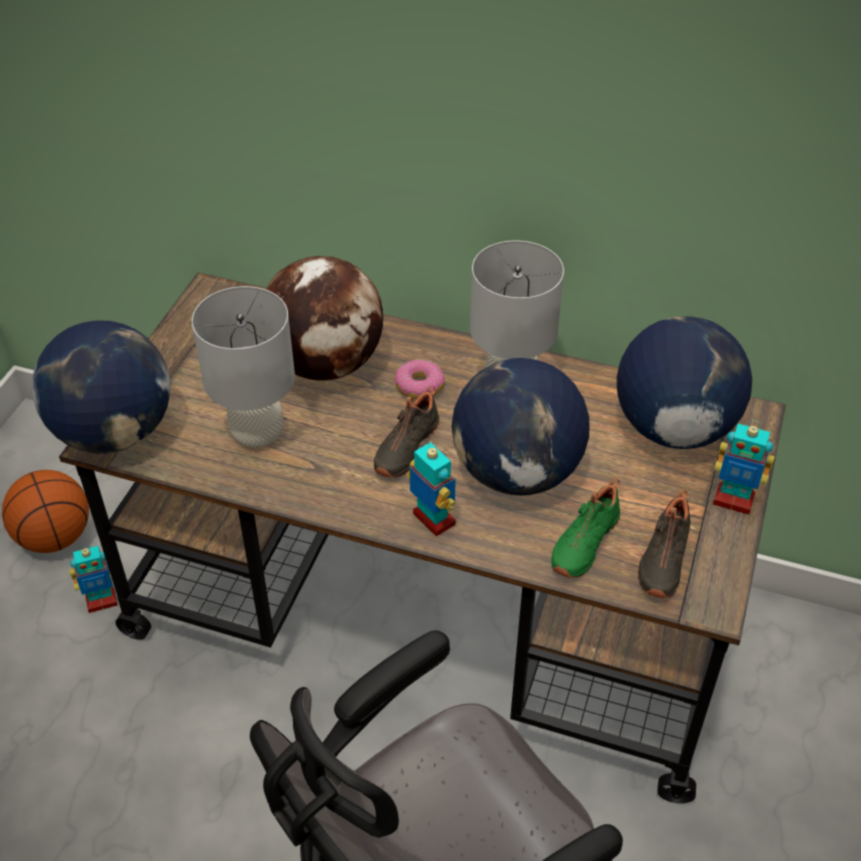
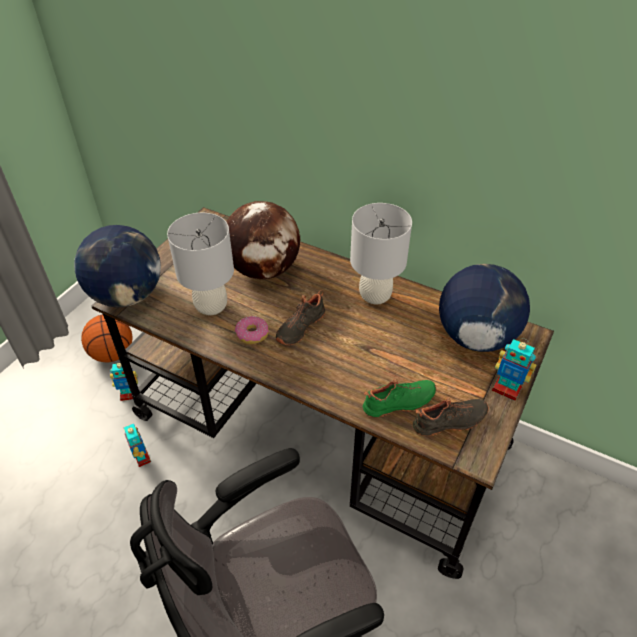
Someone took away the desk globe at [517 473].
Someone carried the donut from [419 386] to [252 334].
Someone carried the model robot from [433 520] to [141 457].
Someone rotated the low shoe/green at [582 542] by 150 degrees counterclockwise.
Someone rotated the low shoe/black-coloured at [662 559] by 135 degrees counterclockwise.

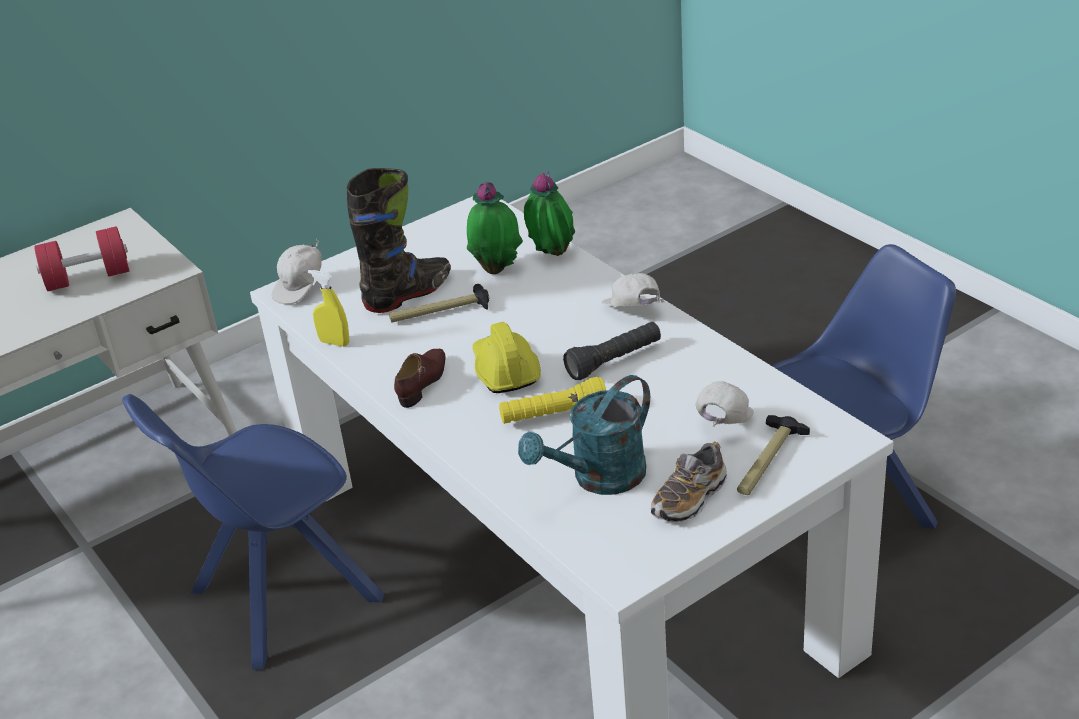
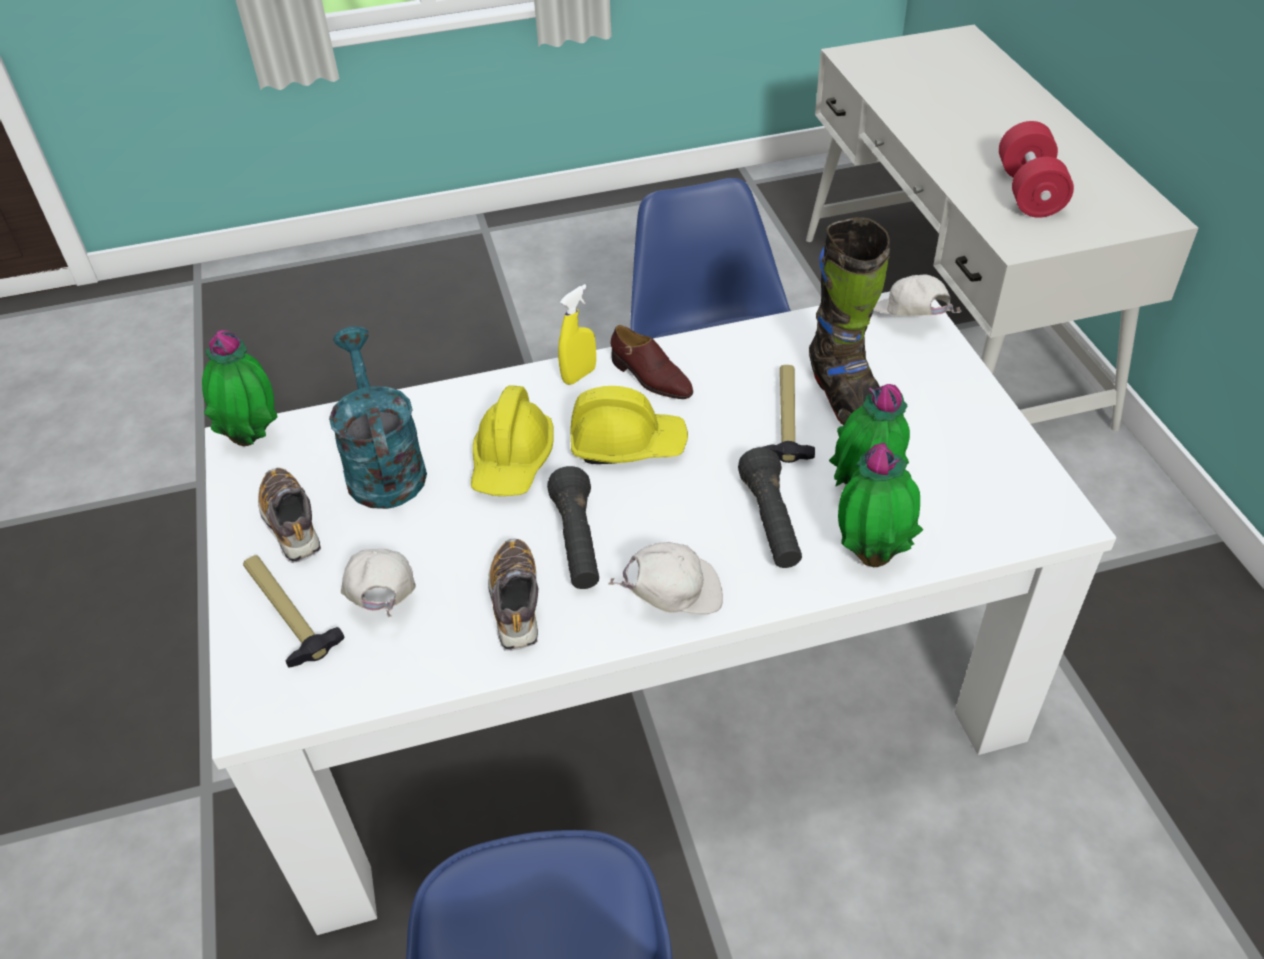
Someone put down the potted plant at [255 439].
Someone put down the low shoe at [516 604].
Someone put down the flashlight/black-coloured at [771 522].
Someone carried the hand sprayer/yellow from [334 342] to [579 375].
Someone swapped the flashlight/yellow at [554 416] for the safety helmet/yellow at [512 461].
Someone rotated the baseball cap/white-coloured at [722 424] by 150 degrees counterclockwise.

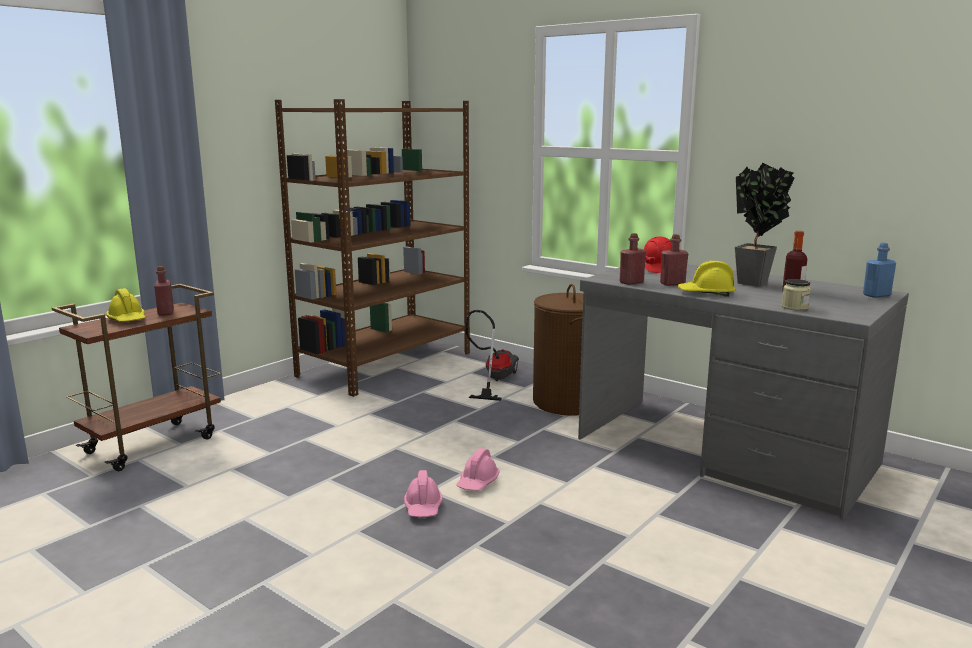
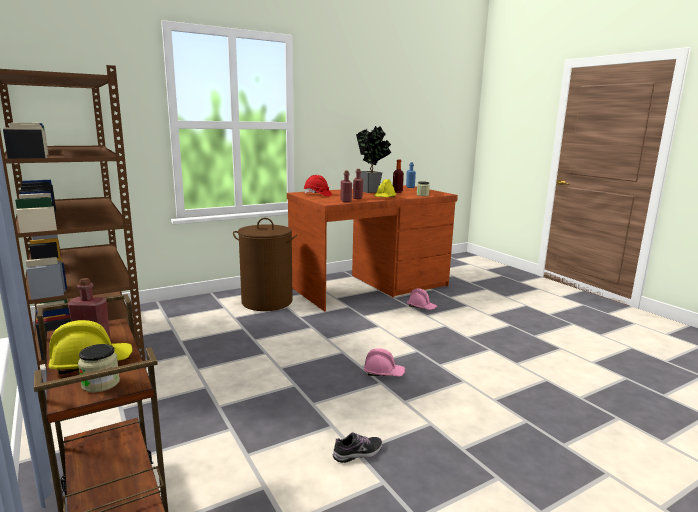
Someone took away the vacuum cleaner at [493 380].
Someone put down the preserve jar at [101 383].
Someone put down the low shoe at [358 453].
Someone carried the safety helmet/pinkish from [478 482] to [421 307].
Someone repainted the desk unit/greyish at [724 451], which became the desk unit/brownish at [370 286].

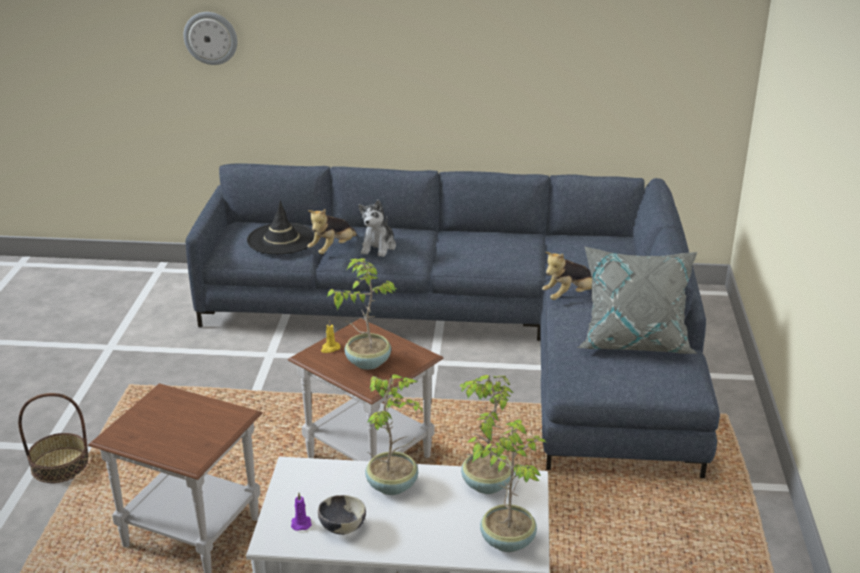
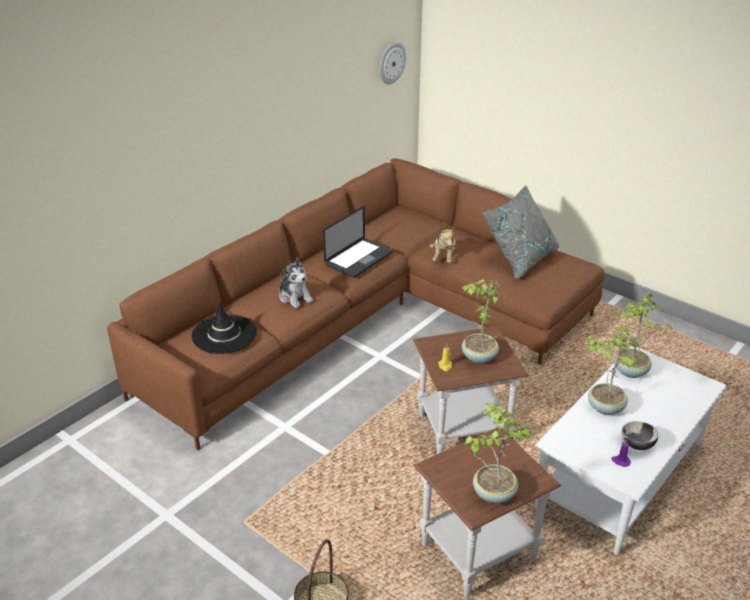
Someone took away the plush toy at [333 249].
Someone put down the portable computer at [359 259].
Someone carried the hanging clock from [211 38] to [391 63].
Someone carried the potted plant from [507 540] to [493 493].
Someone repainted the sofa/blue-coloured at [485 334], which became the sofa/brownish at [370 321].

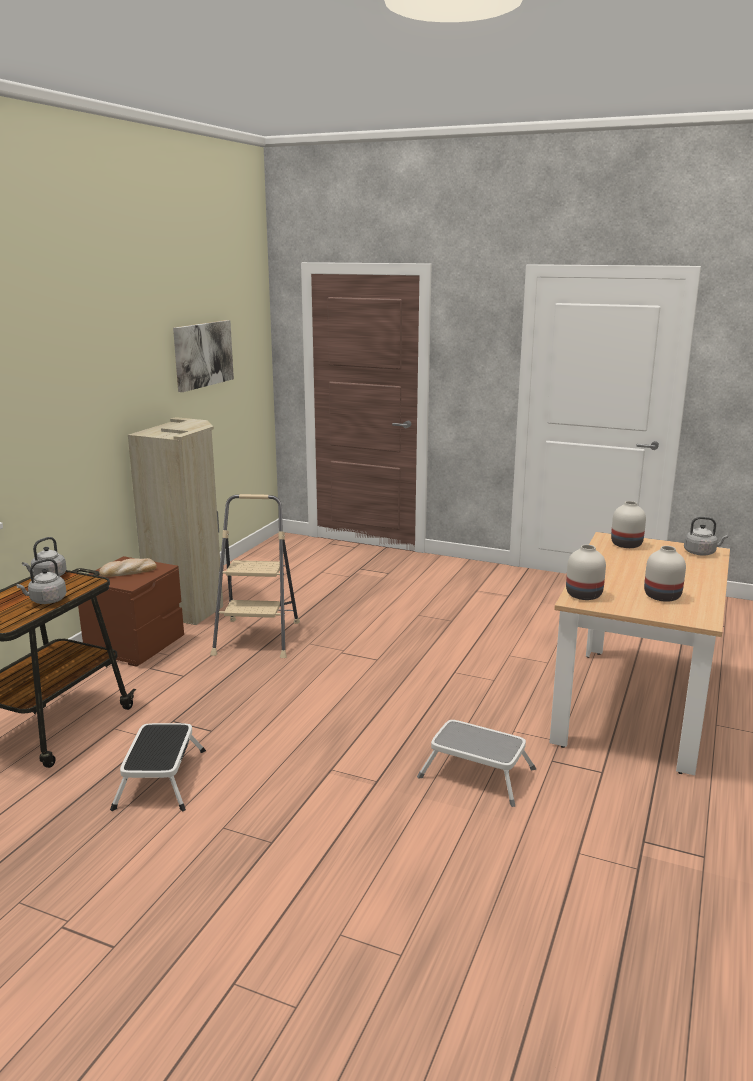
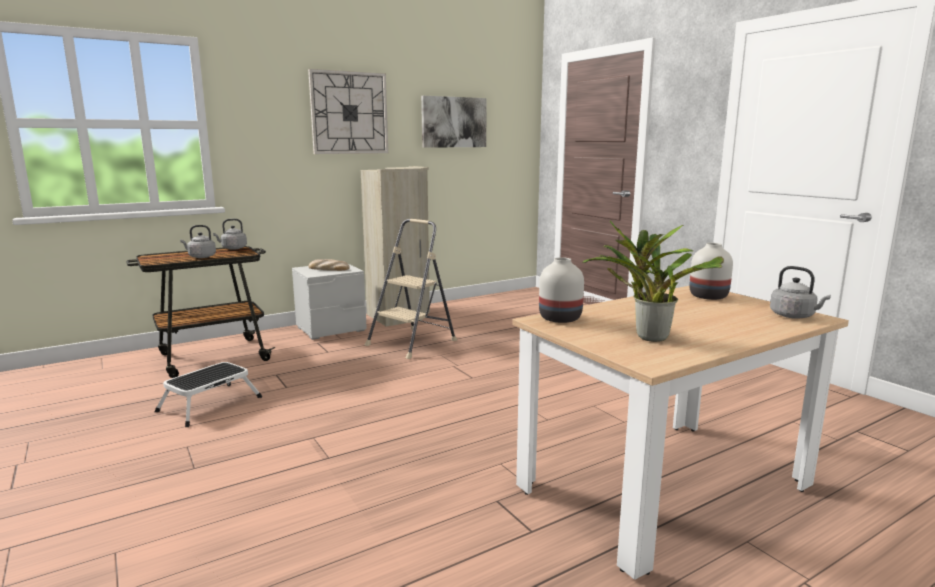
Someone took away the stepladder/greyish at [477 773].
Someone put up the hanging clock at [349 113].
Someone swapped the vase/white-coloured at [662 597] for the potted plant at [647 336].
Someone repainted the nightstand/brownish at [134 646], which became the nightstand/white-coloured at [330 328].

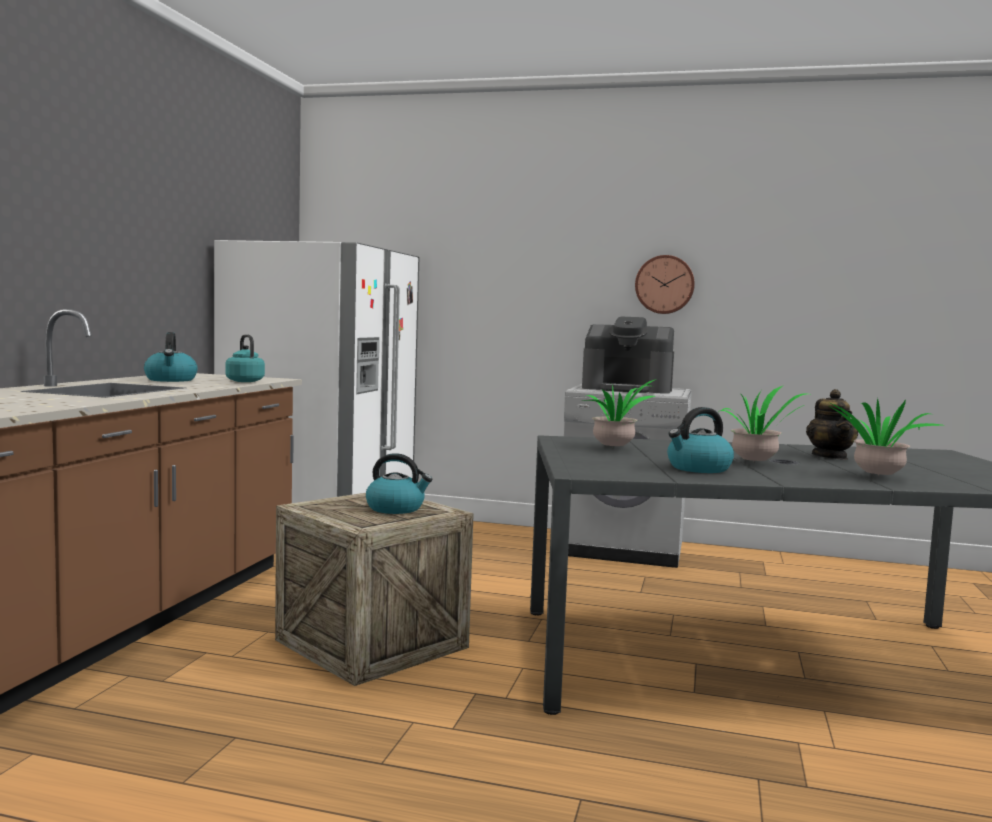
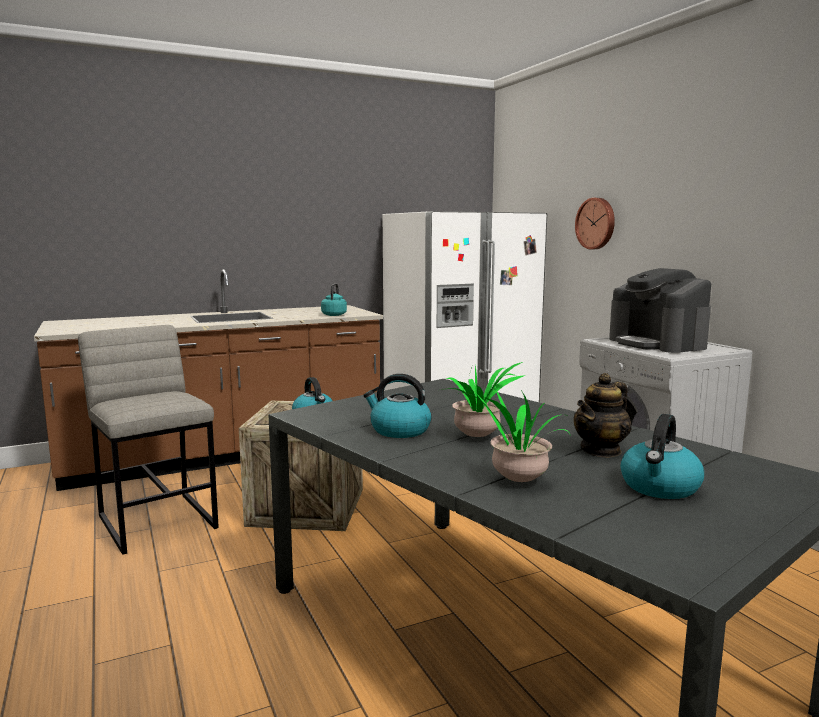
Someone took away the potted plant at [616 449].
Someone put down the chair/greyish at [156 520].
Someone carried the kettle from [171 380] to [660 487].
Someone carried the hanging clock from [664 284] to [596 223].

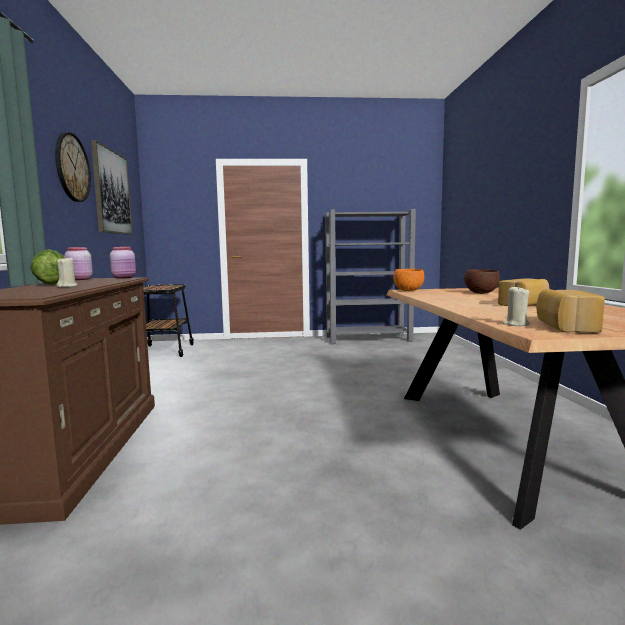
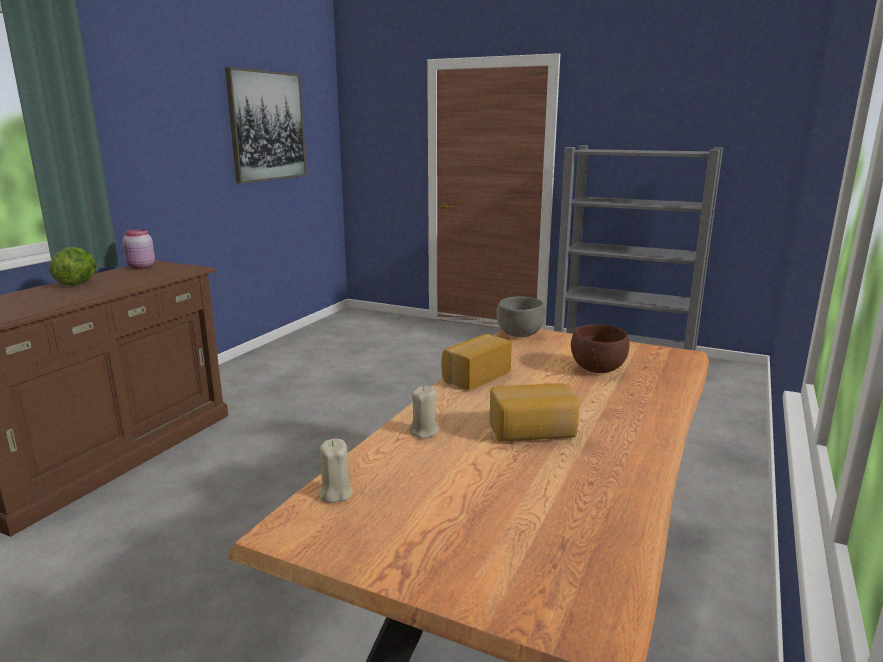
Someone took away the hanging clock at [72 167].
Someone took away the preserve jar/pinkish at [124 278].
Someone took away the wheeled cart at [164 351].
Someone carried the candle/sand-coloured from [68 286] to [424 431].
Someone carried the bread from [564 327] to [474 376].
Someone repainted the serving bowl/orangey at [408 290], which became the serving bowl/greyish at [519 334].

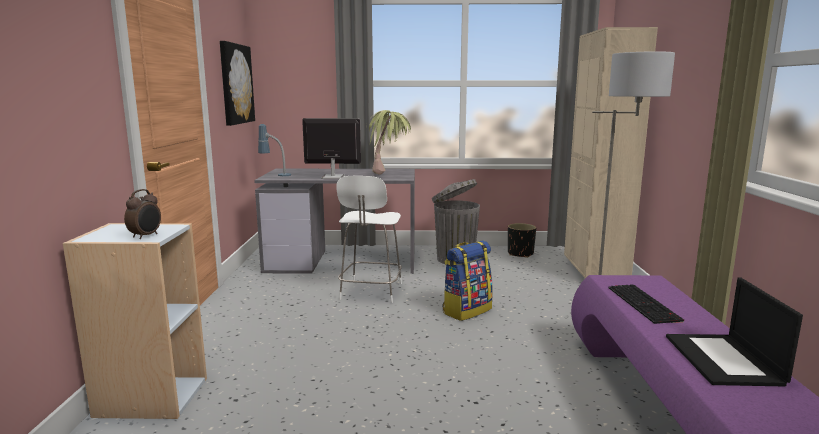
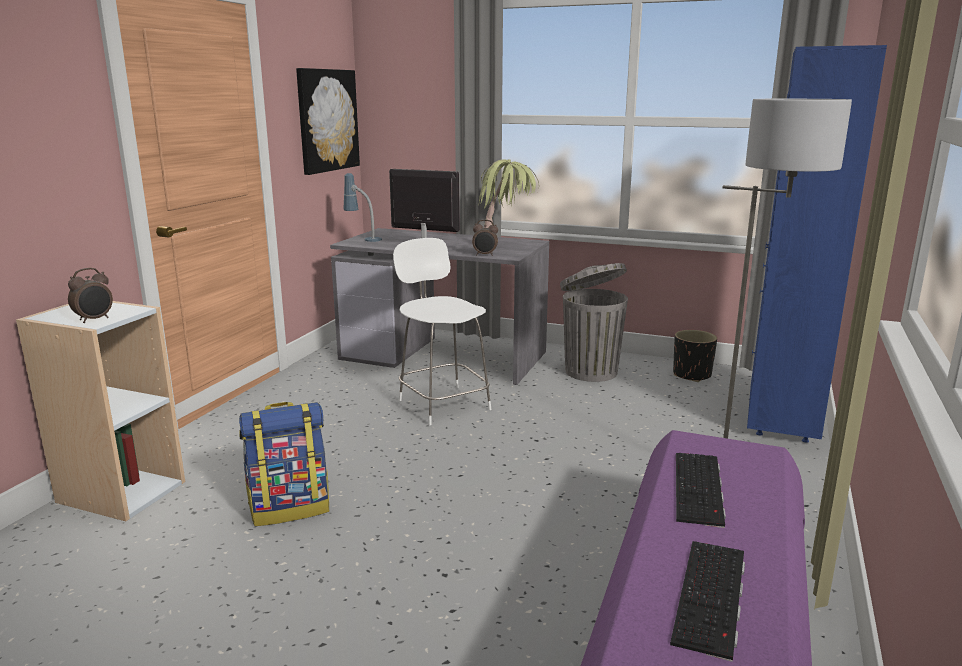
Someone put down the bedside clock at [485 255].
Someone carried the knapsack from [466 310] to [290 508].
Someone swapped the portable computer at [724 360] for the keyboard at [712 598].
Someone repainted the storage cabinet/sand-coloured at [594 272], which became the storage cabinet/blue-coloured at [780 418].
Someone rotated the chair/white-coloured at [370 292] by 120 degrees clockwise.

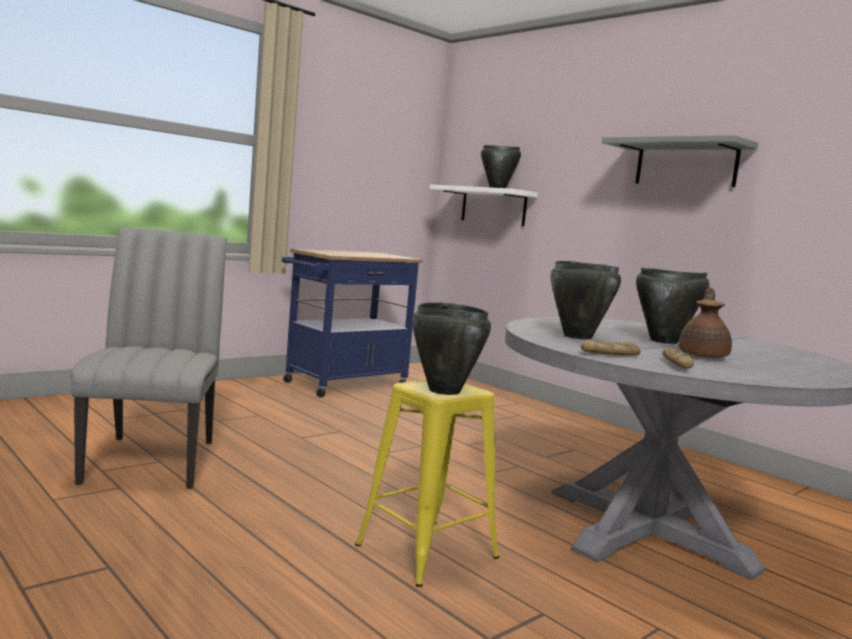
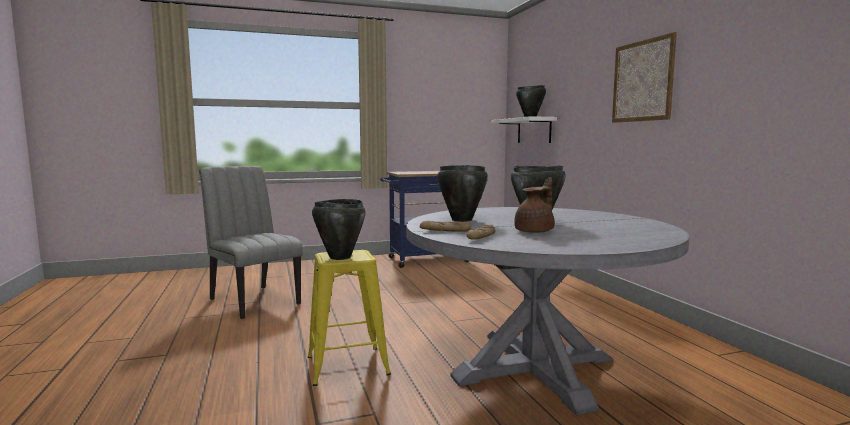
Someone swapped the shelf/greyish at [686 164] for the picture at [642 80].
Someone rotated the chair/greyish at [151 462] by 60 degrees counterclockwise.

